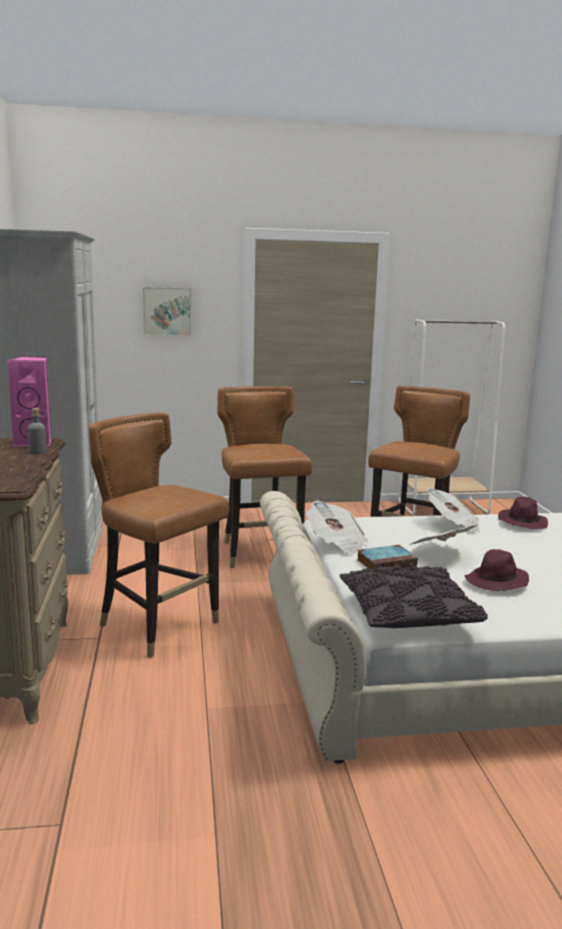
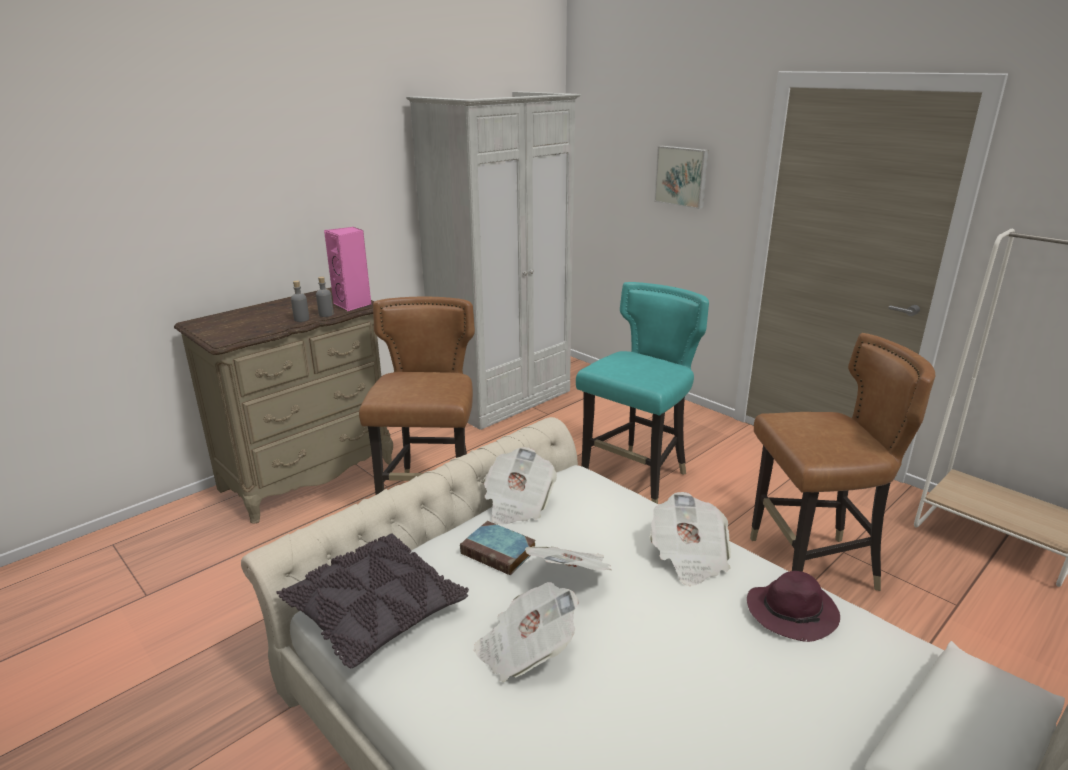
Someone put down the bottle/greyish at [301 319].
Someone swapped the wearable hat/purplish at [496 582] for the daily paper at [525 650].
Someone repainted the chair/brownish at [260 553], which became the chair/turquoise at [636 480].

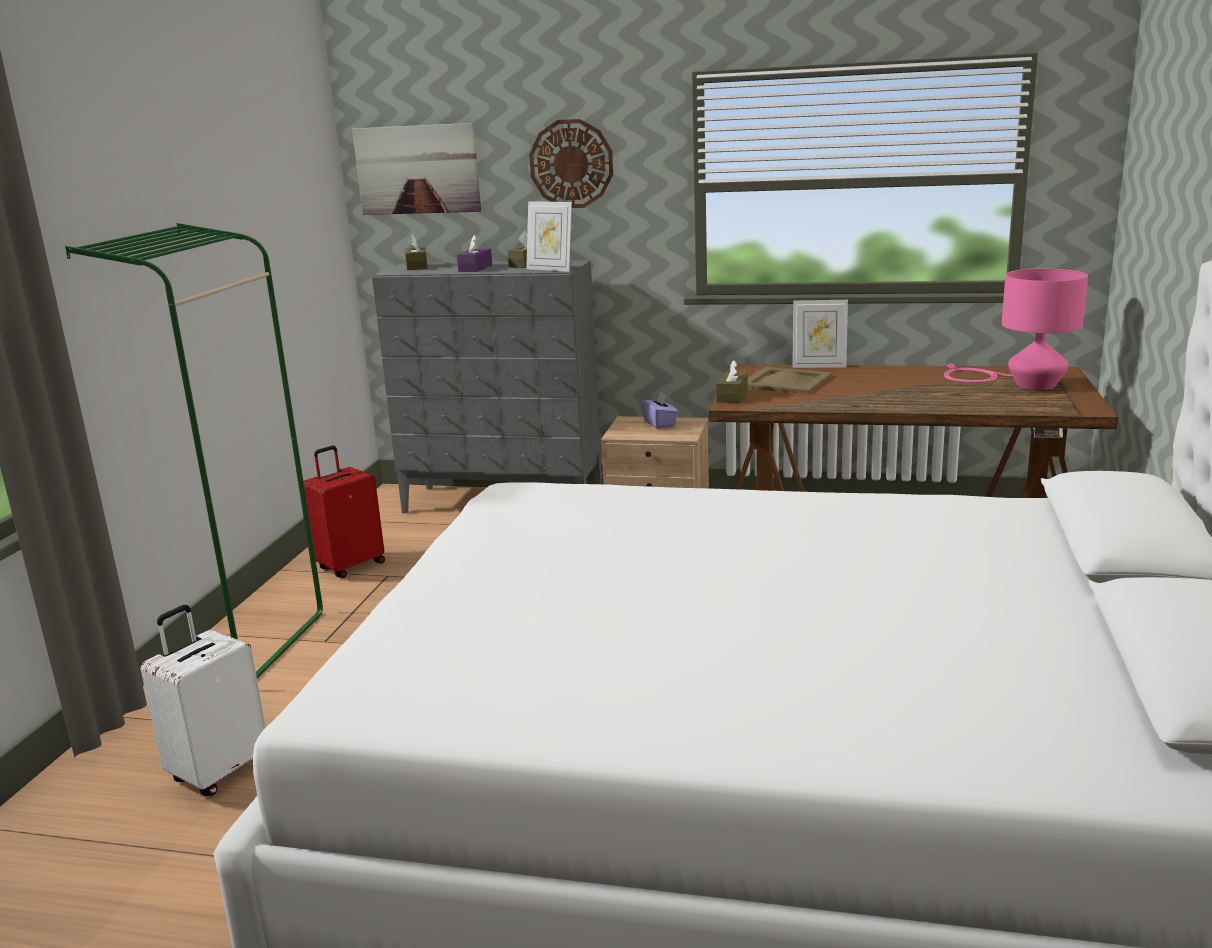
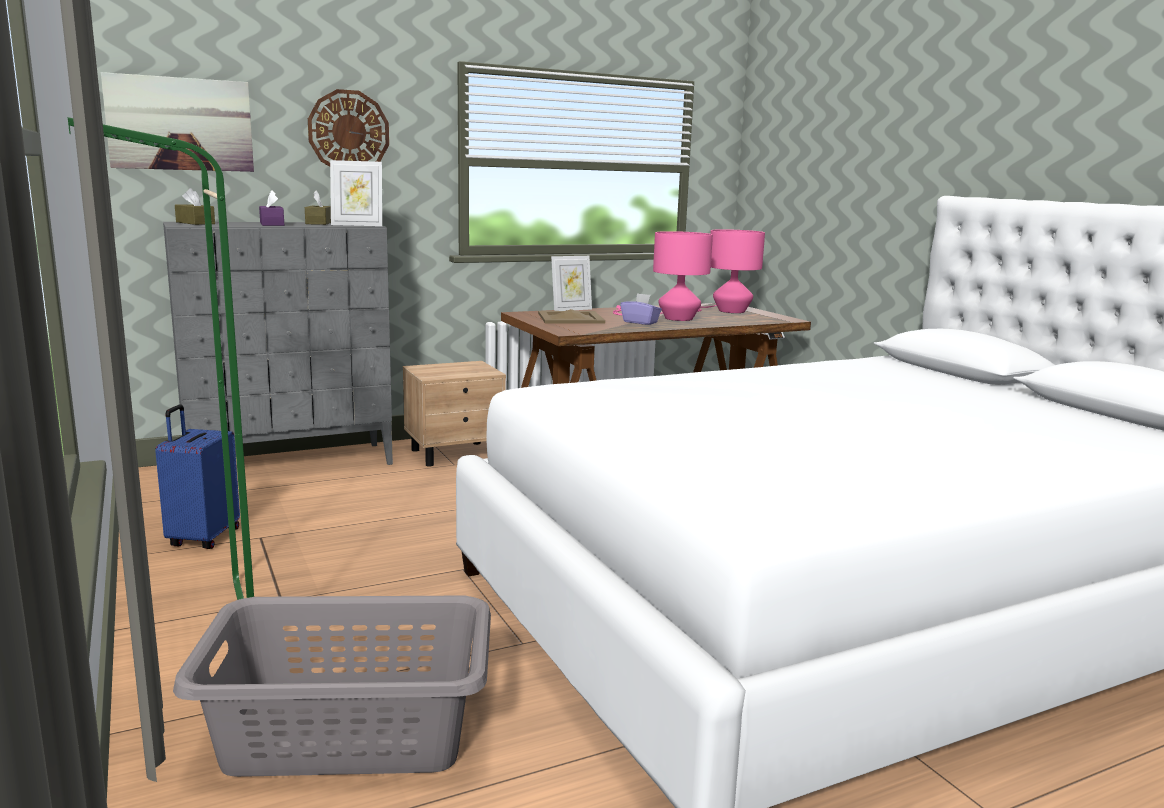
Someone took away the box of tissues/brownish at [732 396].
Someone put down the tabletop lamp/pinkish at [660 316].
Someone carried the box of tissues/purplish from [660 423] to [640 322].
Someone swapped the suitcase/white-coloured at [219 771] for the washing basket/greyish at [348 730].
Someone repainted the suitcase/red at [350 566], which became the suitcase/blue-coloured at [202 538].

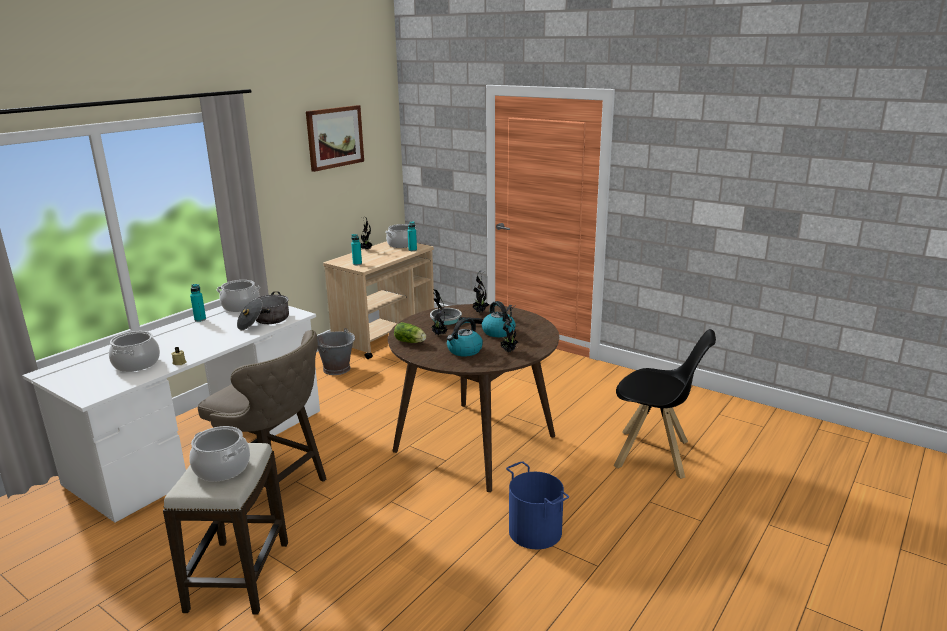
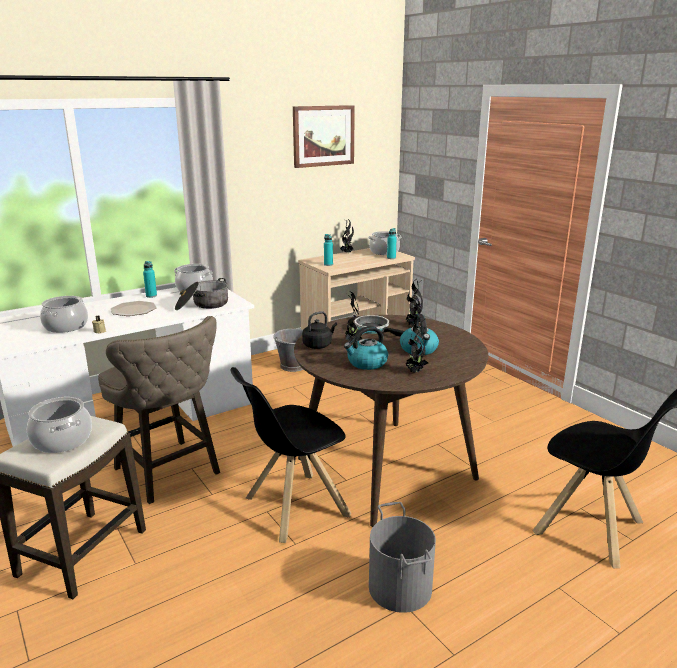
Someone put down the dinner plate at [133 310].
Someone put down the chair/black-coloured at [294 507].
Someone swapped the lettuce head at [411 342] for the kettle/black-coloured at [318 345].
Someone repainted the pail/blue-coloured at [534 531], which became the pail/greyish at [399 588].

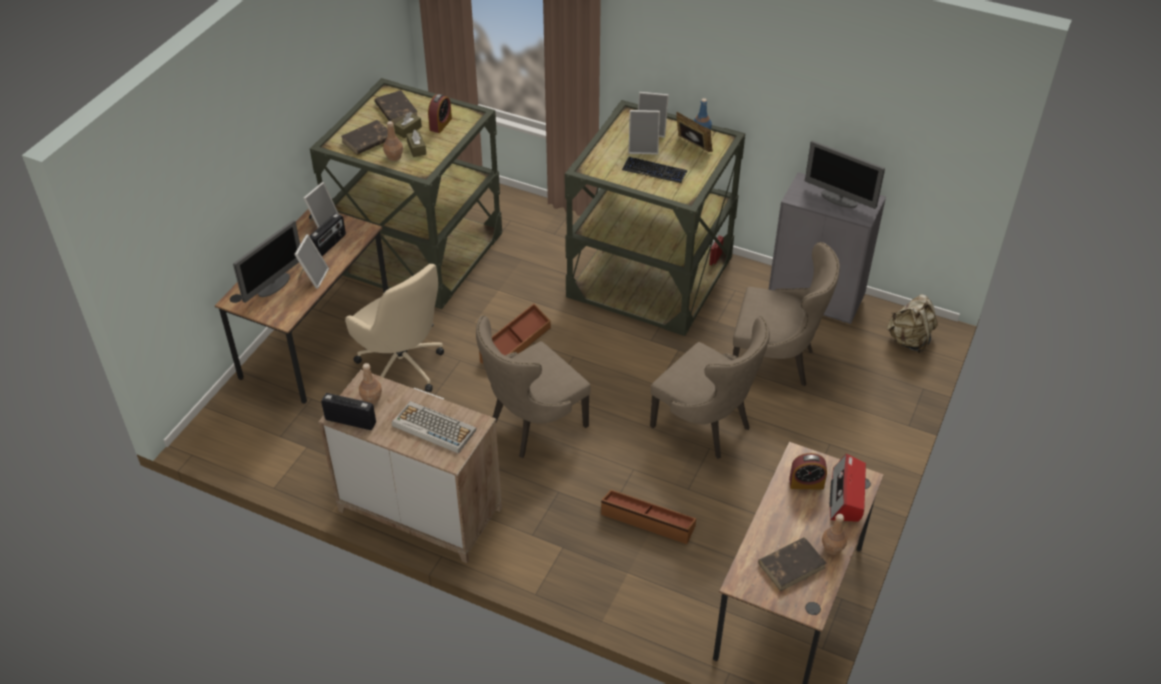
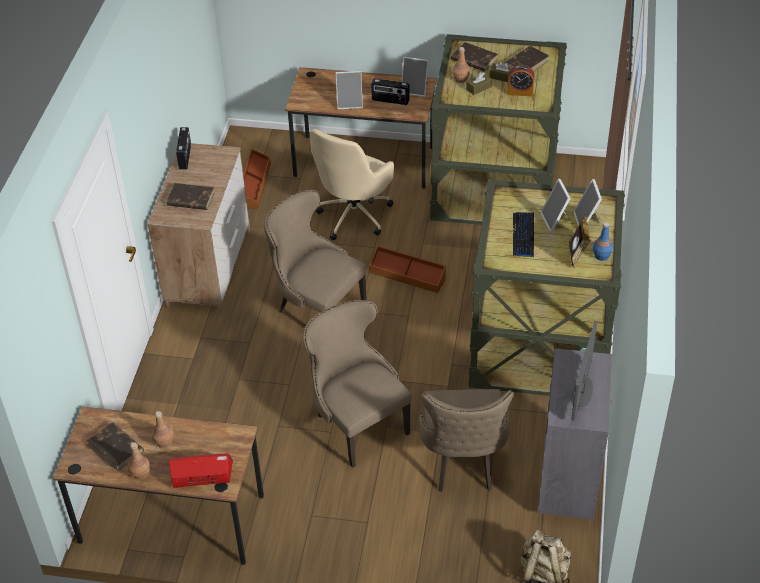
Someone took away the monitor at [274 285].
Someone took away the bedside clock at [806 483].
Someone carried the bottle/brownish from [371 398] to [164 442].
Someone carried the storage container/brownish from [647 521] to [254 185].
Someone swapped the keyboard at [433 428] for the bound book/brownish at [190 199].
Someone rotated the chair/sand-coloured at [706 426] by 120 degrees clockwise.

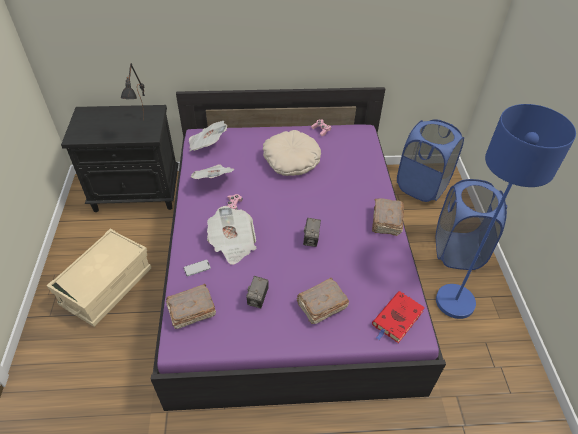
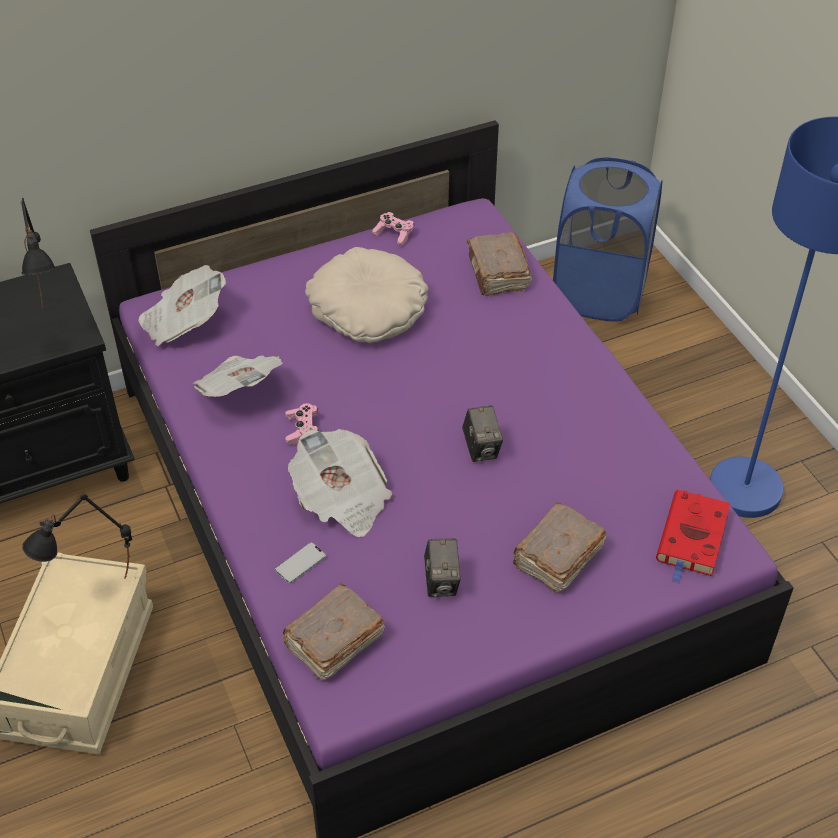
Someone took away the washing basket/blue-coloured at [457 250].
Someone put down the tabletop lamp/black-coloured at [96 600].
Someone carried the bound book/brownish from [386 222] to [497 274].

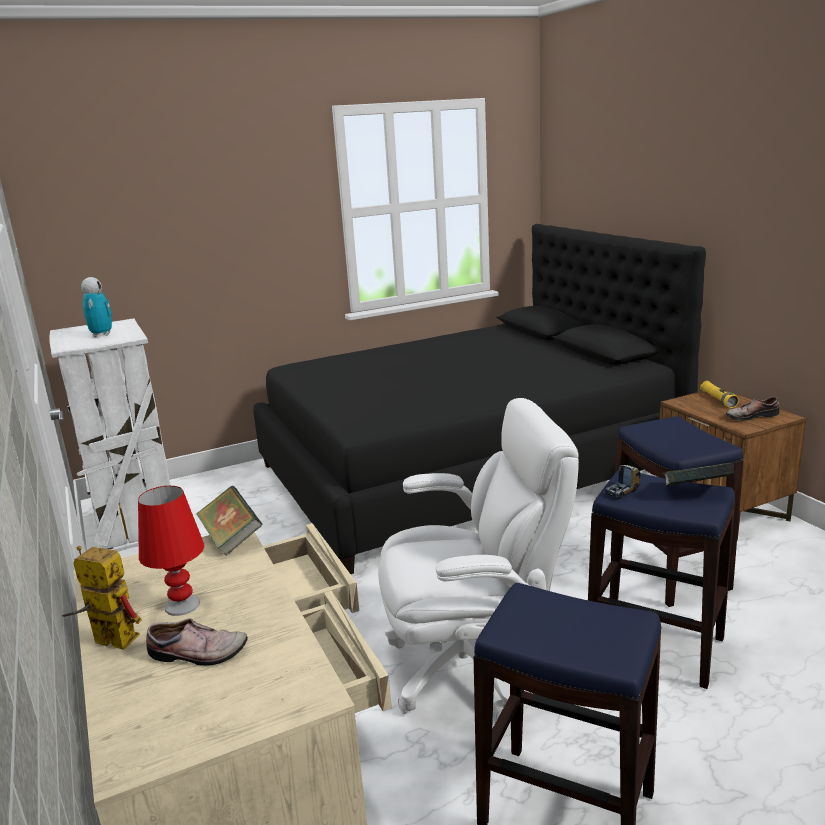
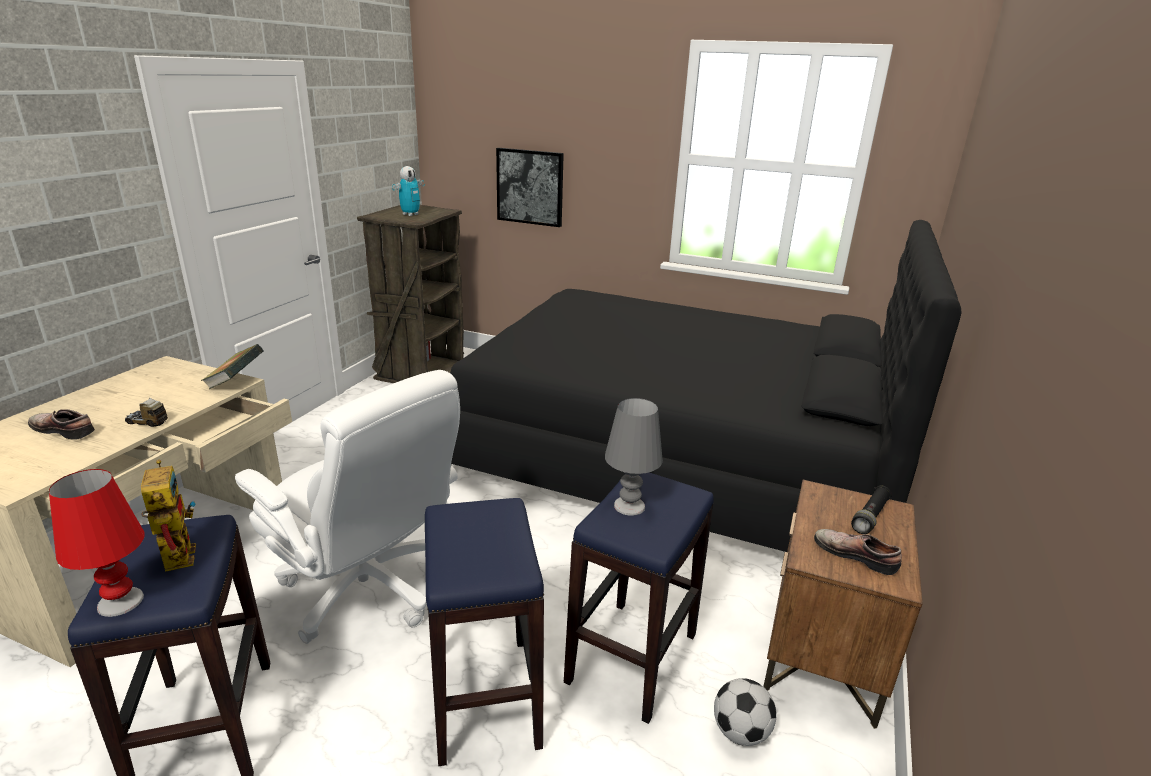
Someone took away the bound book at [695 493].
Someone put up the picture at [530 187].
Someone put down the tabletop lamp/greyish at [629 505].
Someone put down the football at [740 732].
Someone carried the model robot from [107 640] to [176 553].
Someone carried the tabletop lamp/red from [183 605] to [120 602].
Someone carried the toy truck from [622 491] to [147 422].
Someone repainted the shelving unit/white-coloured at [136 524], which became the shelving unit/brownish at [422 370].
Someone repainted the flashlight/yellow at [718 400], which became the flashlight/black-coloured at [870 516].
Someone rotated the low shoe at [197 654] by 150 degrees clockwise.

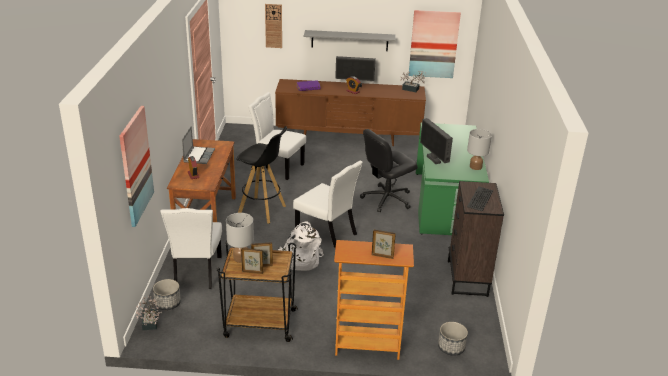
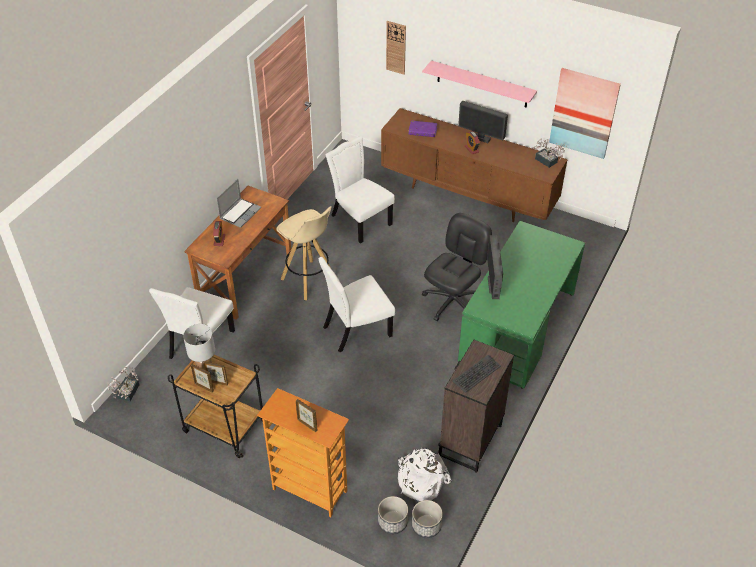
Someone took away the picture at [135 165].
Someone took away the tabletop lamp/greyish at [475 167].
Someone carried the flower pot from [168 303] to [426 526].
Someone carried the knapsack/white-coloured from [300 260] to [420 480].
Someone repainted the stool seat/black-coloured at [262 211], which became the stool seat/sand-coloured at [309 281].
Someone repainted the shelf/greyish at [349 40], which became the shelf/pinkish at [482 84].
Someone rotated the chair/white-coloured at [326 232] by 90 degrees clockwise.
Someone rotated the office chair/black-coloured at [386 199] by 135 degrees clockwise.

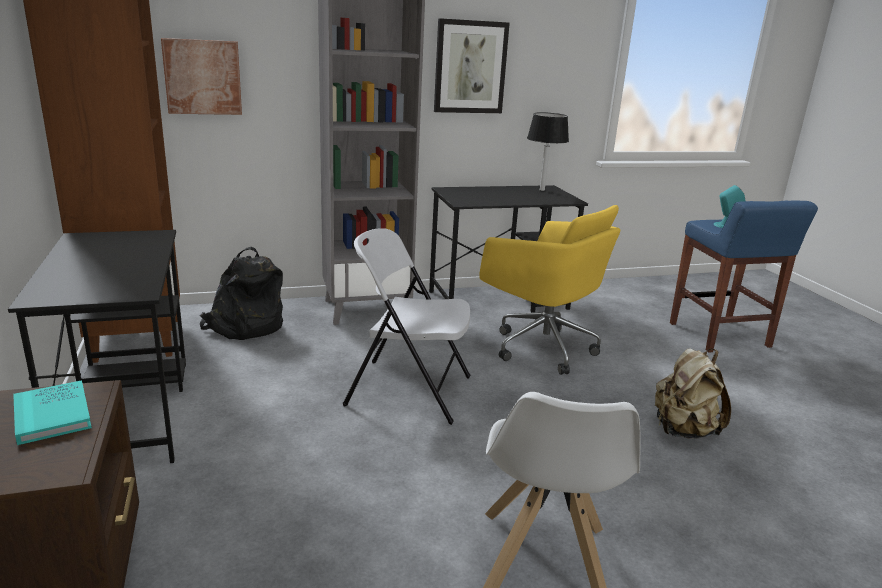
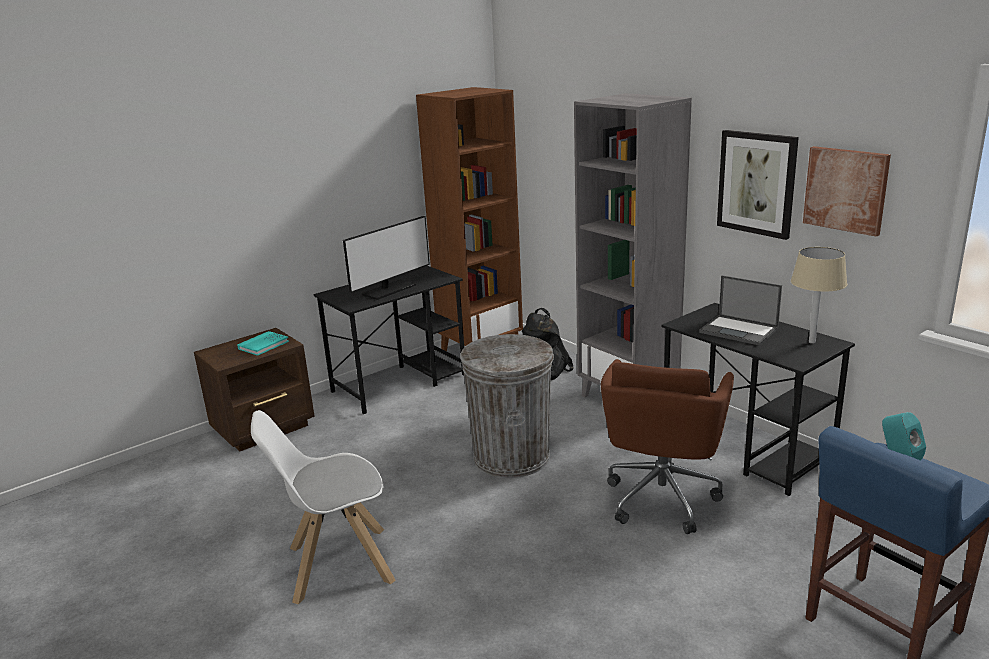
Someone took away the knapsack/sand-coloured at [683 430].
Someone put down the monitor at [389 290].
Someone put down the portable computer at [739 330].
Someone carried the picture from [203 77] to [846 190].
Someone swapped the chair/white-coloured at [409 390] for the trash can/greyish at [512 457].
Someone repainted the office chair/yellow at [539 347], which became the office chair/brownish at [662 497].
Someone repainted the tabletop lamp/black-coloured at [542 190], which became the tabletop lamp/sand-coloured at [811 342].

